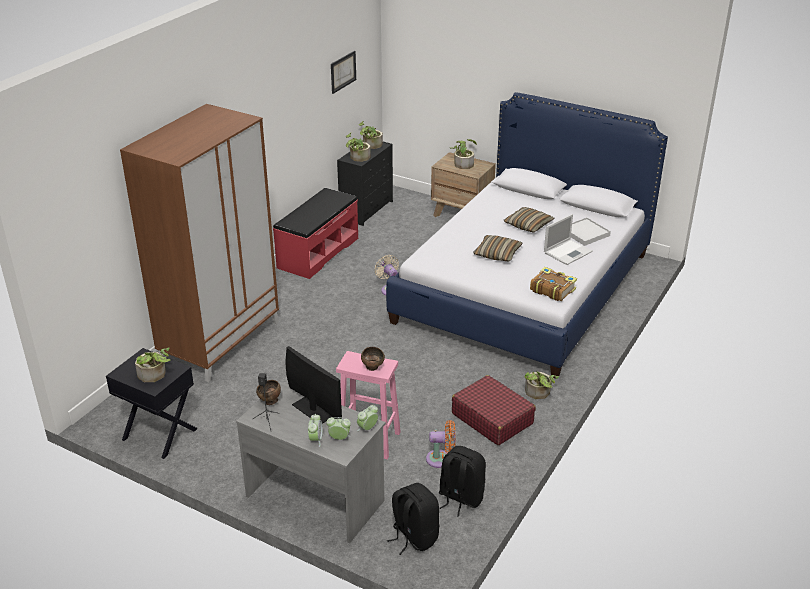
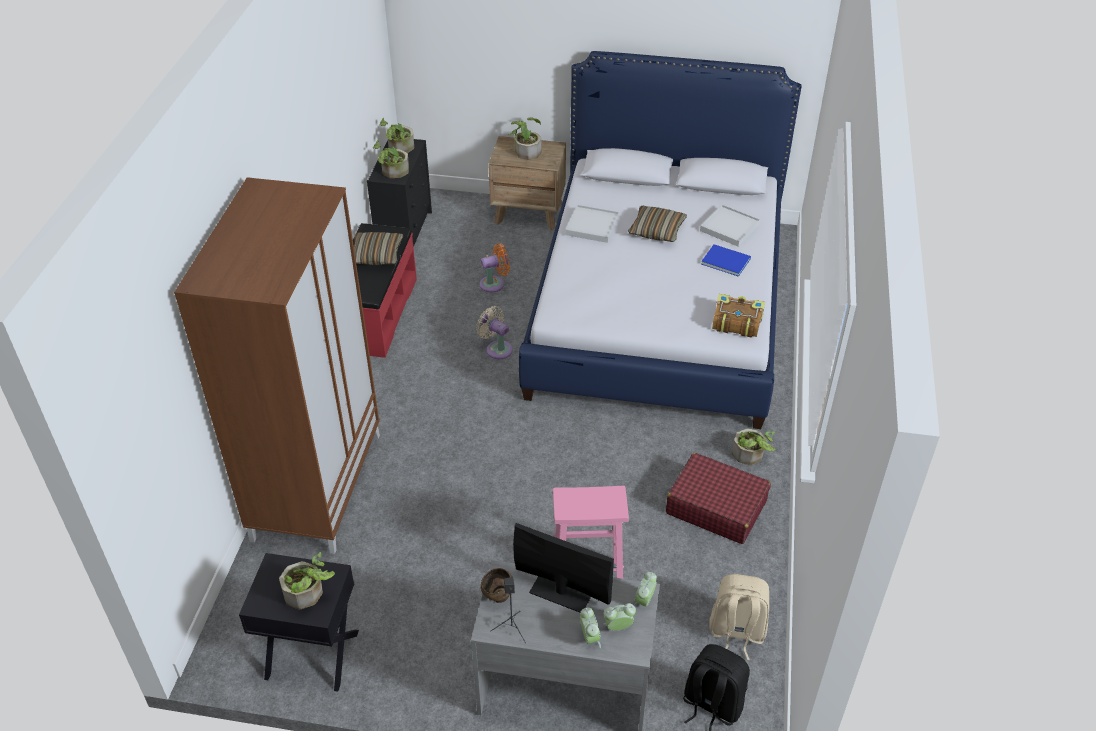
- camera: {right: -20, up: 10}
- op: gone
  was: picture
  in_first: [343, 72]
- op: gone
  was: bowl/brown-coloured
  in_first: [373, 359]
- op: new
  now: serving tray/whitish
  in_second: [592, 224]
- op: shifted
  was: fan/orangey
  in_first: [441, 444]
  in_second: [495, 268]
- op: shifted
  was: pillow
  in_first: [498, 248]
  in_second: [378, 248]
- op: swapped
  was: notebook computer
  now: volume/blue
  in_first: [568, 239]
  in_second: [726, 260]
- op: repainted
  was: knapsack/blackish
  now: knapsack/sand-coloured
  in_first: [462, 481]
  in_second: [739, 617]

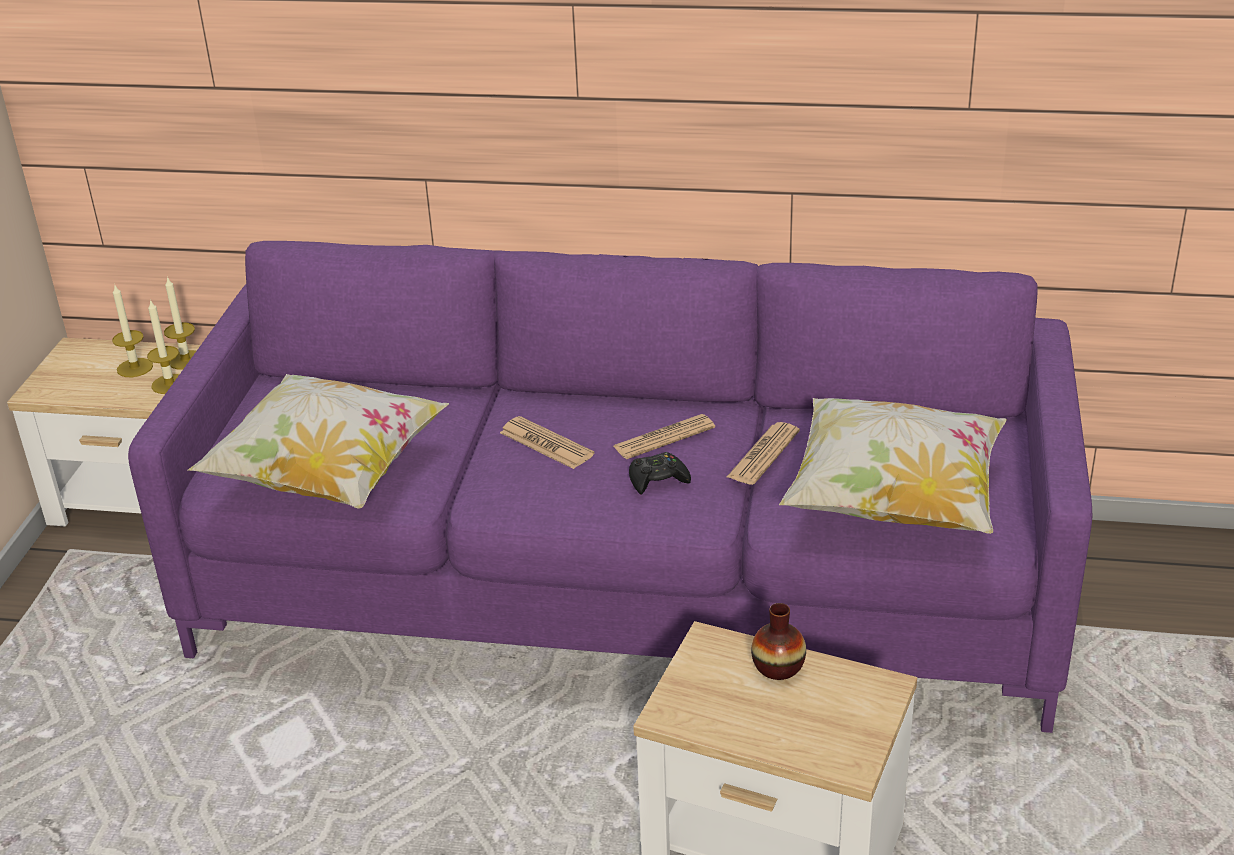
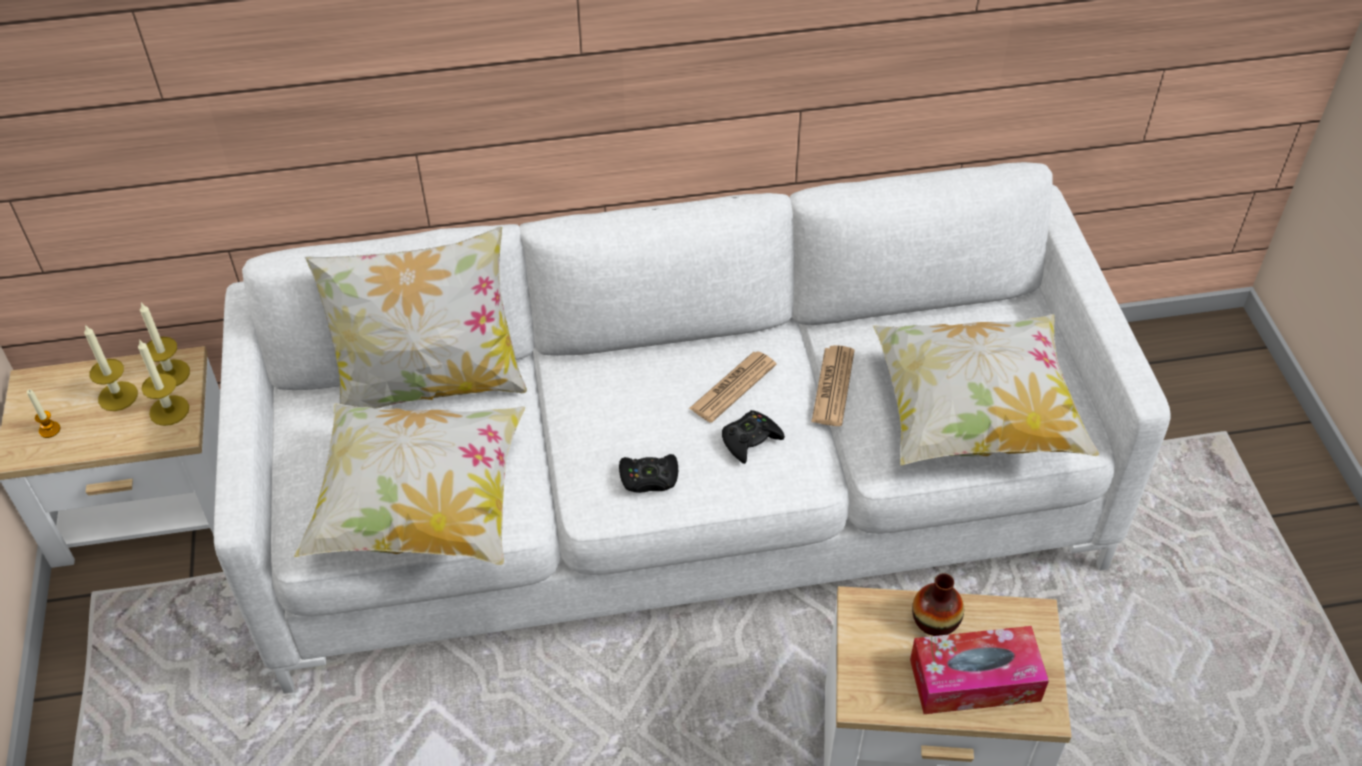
- camera: {right: -20, up: 15}
- op: gone
  was: printed paper
  in_first: [547, 442]
- op: new
  now: wax candle
  in_second: [43, 414]
- op: new
  now: pillow
  in_second: [416, 317]
- op: new
  now: game controller/blackish
  in_second: [648, 473]
- op: new
  now: box of tissues
  in_second: [979, 670]
- op: repainted
  was: couch/purple
  now: couch/whitish
  in_first: [610, 487]
  in_second: [692, 428]

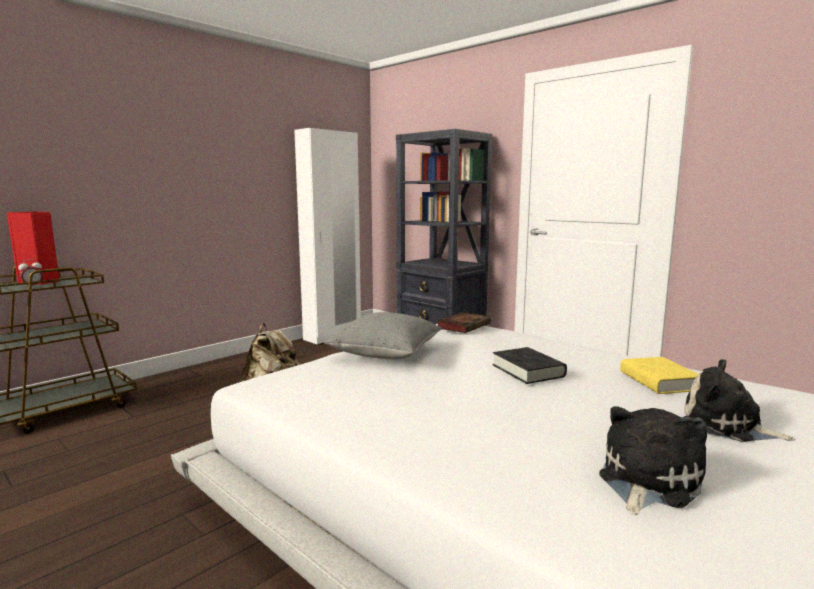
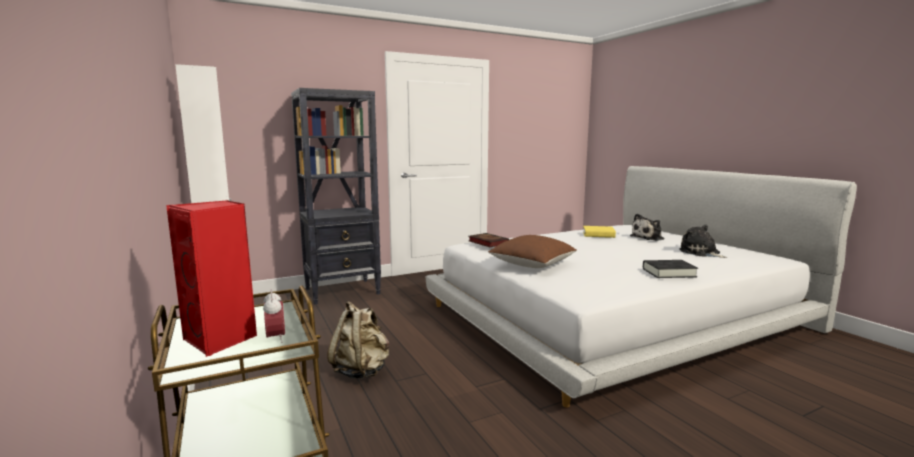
- camera: {right: -70, up: 0}
- op: shifted
  was: volume/blackish
  in_first: [529, 365]
  in_second: [670, 269]
- op: repainted
  was: pillow/greyish
  now: pillow/brown-coloured
  in_first: [383, 335]
  in_second: [532, 251]

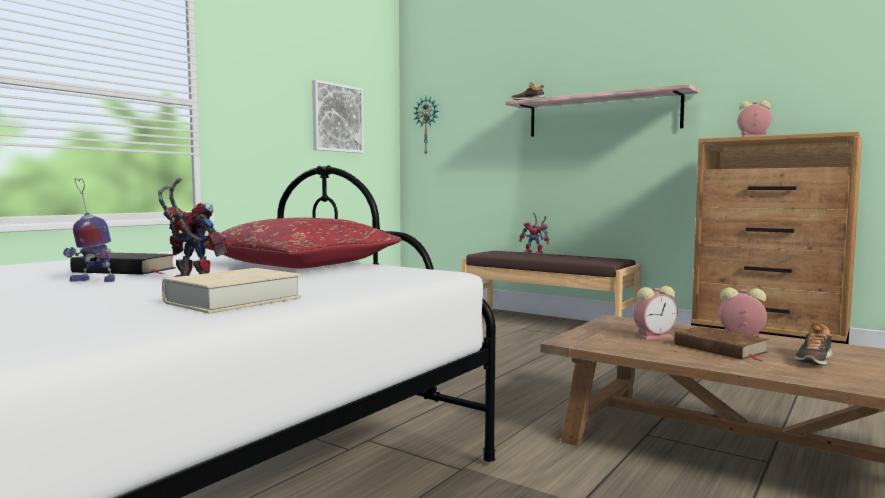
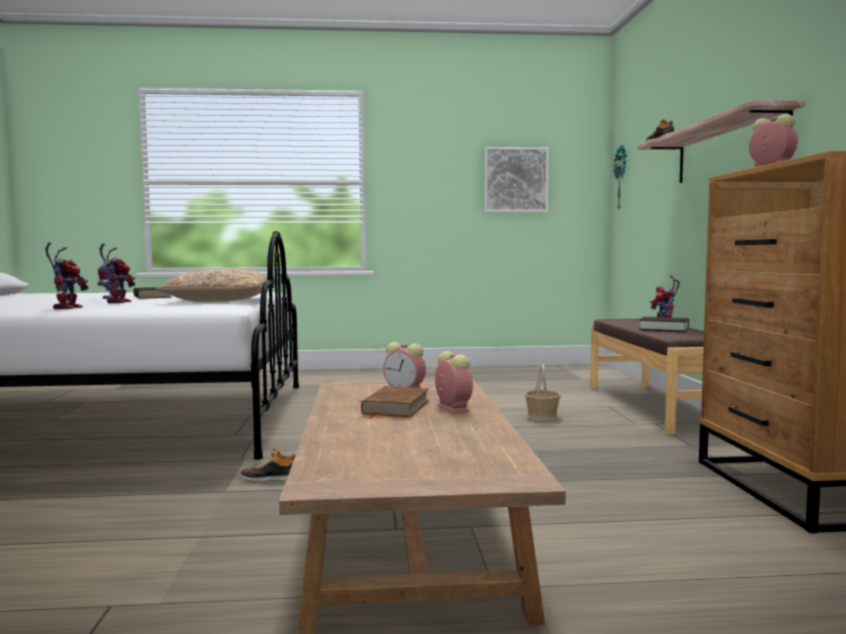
- camera: {right: 50, up: 0}
- op: new
  now: basket
  in_second: [542, 393]
- op: new
  now: volume/blackish
  in_second: [664, 324]
- op: shifted
  was: low shoe
  in_first: [813, 343]
  in_second: [267, 465]
- op: swapped
  was: volume/sand-coloured
  now: model robot
  in_first: [231, 291]
  in_second: [67, 275]
- op: repainted
  was: pillow/red-coloured
  now: pillow/sand-coloured
  in_first: [302, 243]
  in_second: [216, 285]

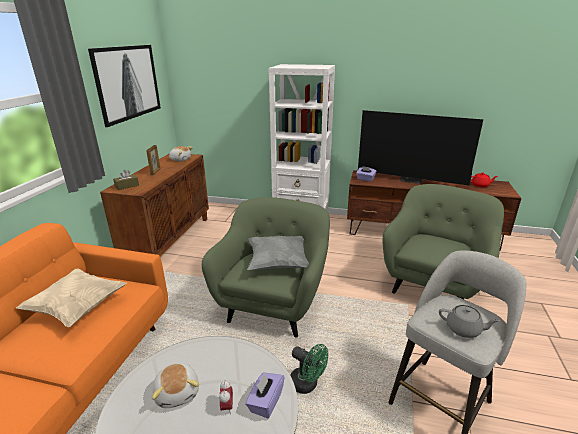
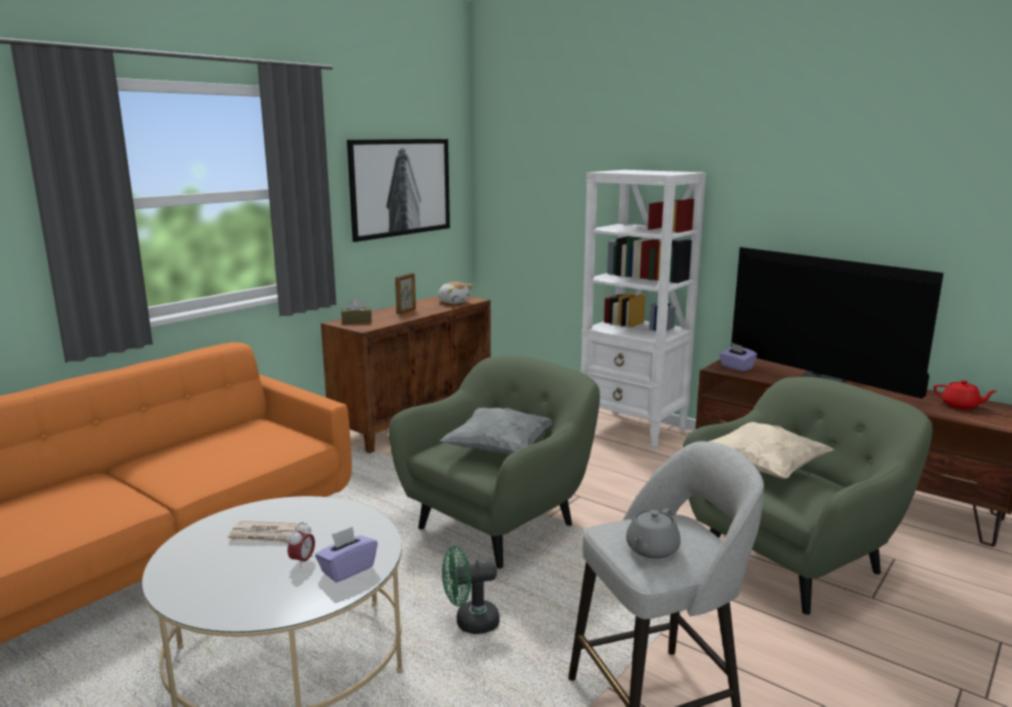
- camera: {right: 25, up: -10}
- op: shifted
  was: pillow/sand-coloured
  in_first: [71, 298]
  in_second: [771, 450]
- op: swapped
  was: plush toy
  now: printed paper
  in_first: [175, 385]
  in_second: [264, 532]
- op: rotated
  was: fan/greenish
  in_first: [309, 369]
  in_second: [470, 590]
  clockwise: 105
- op: rotated
  was: pot for tea/greyish
  in_first: [469, 321]
  in_second: [653, 533]
  clockwise: 75

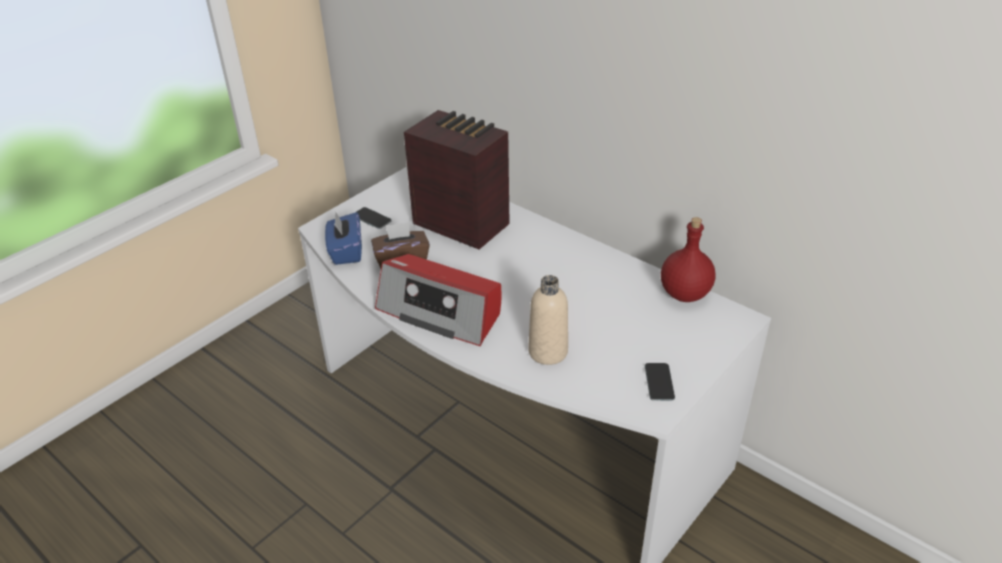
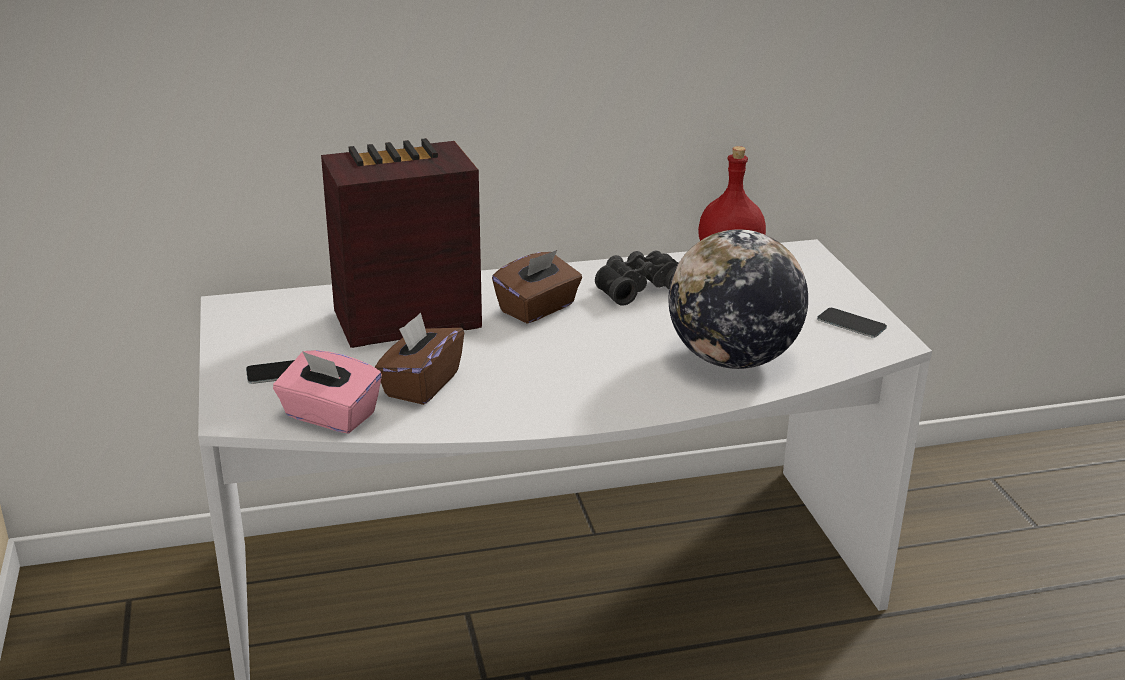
- camera: {right: -55, up: -10}
- op: gone
  was: radio set
  in_first: [438, 300]
- op: new
  now: box of tissues/brown-coloured
  in_second: [537, 287]
- op: new
  now: field glasses/blackish
  in_second: [636, 278]
- op: swapped
  was: bottle/sand-coloured
  now: world globe
  in_first: [548, 320]
  in_second: [738, 299]
- op: repainted
  was: box of tissues/blue
  now: box of tissues/pink-coloured
  in_first: [343, 238]
  in_second: [327, 391]

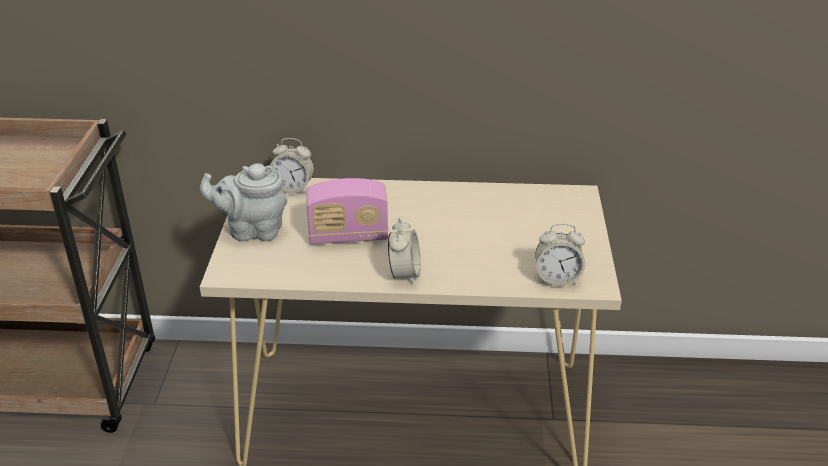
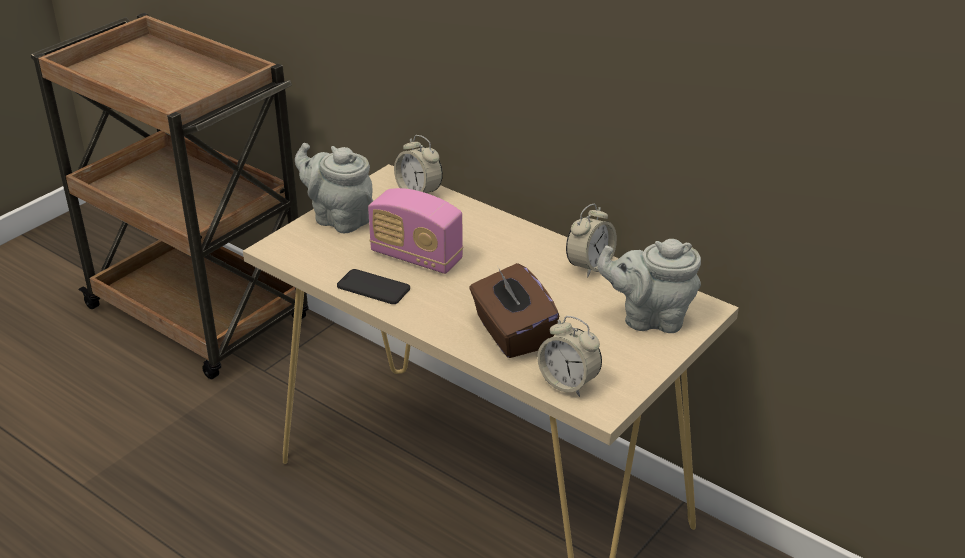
- camera: {right: 35, up: 0}
- op: new
  now: telephone
  in_second: [373, 286]
- op: new
  now: box of tissues/brown-coloured
  in_second: [514, 310]
- op: new
  now: pot for tea/greyish
  in_second: [649, 286]
- op: shifted
  was: alarm clock
  in_first: [404, 251]
  in_second: [591, 240]

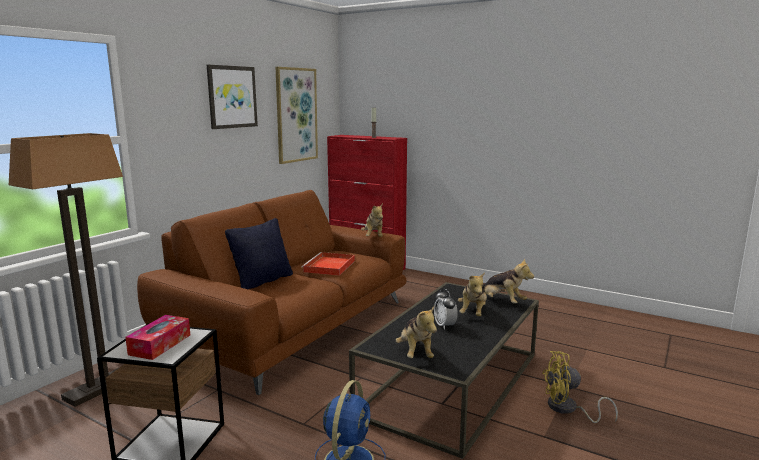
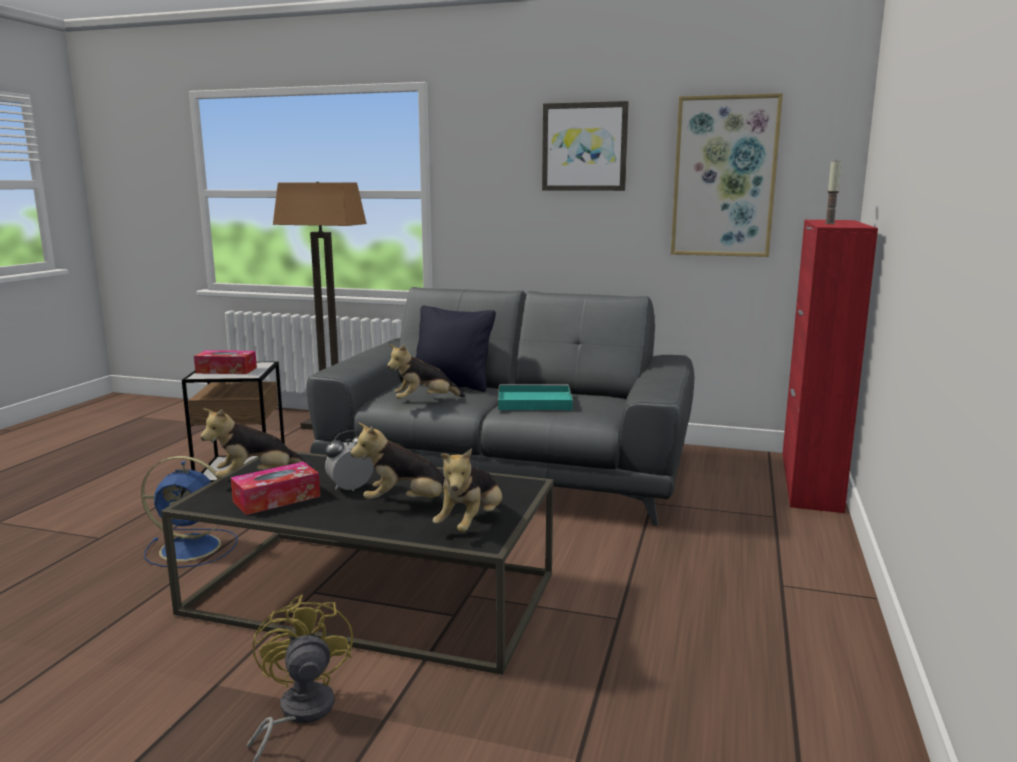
- camera: {right: 75, up: 0}
- op: new
  now: box of tissues
  in_second: [275, 488]
- op: shifted
  was: plush toy
  in_first: [372, 220]
  in_second: [426, 371]
- op: repainted
  was: couch/brown-coloured
  now: couch/greyish
  in_first: [272, 292]
  in_second: [500, 406]
- op: repainted
  was: serving tray/red-coloured
  now: serving tray/turquoise-coloured
  in_first: [328, 264]
  in_second: [535, 397]

